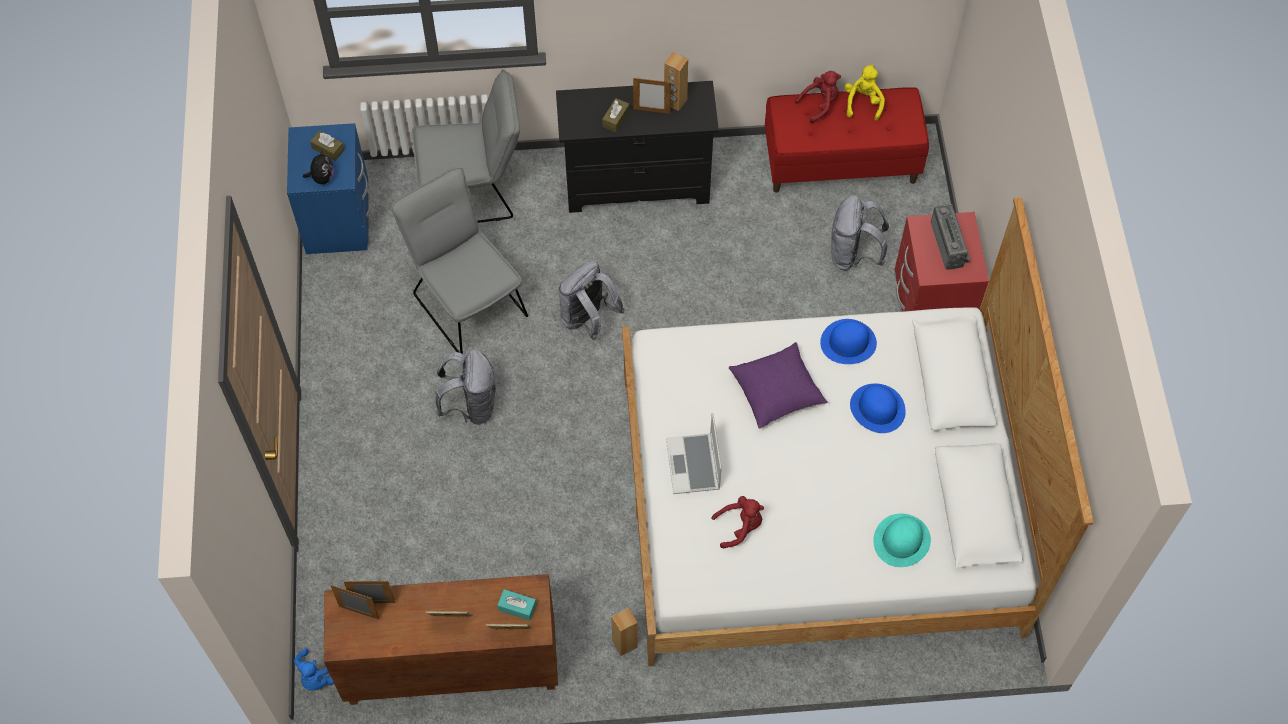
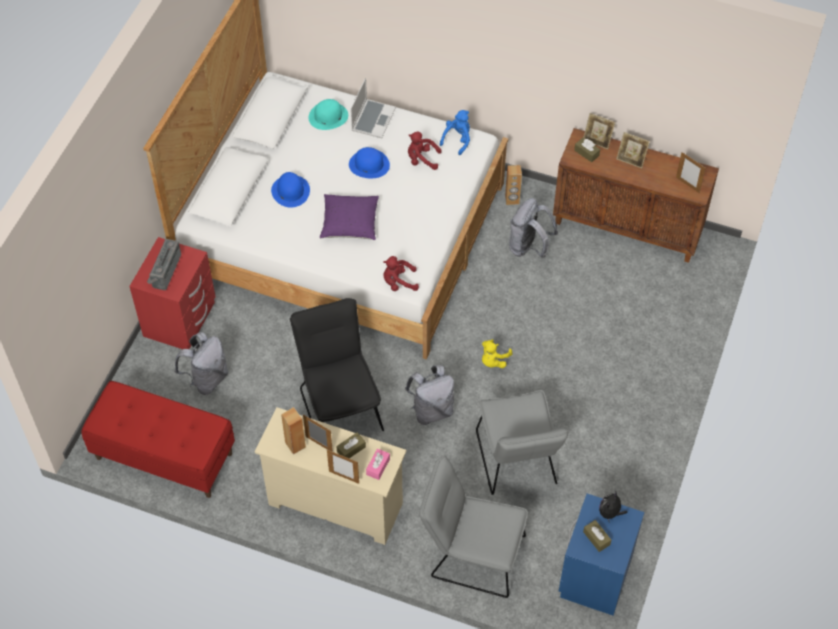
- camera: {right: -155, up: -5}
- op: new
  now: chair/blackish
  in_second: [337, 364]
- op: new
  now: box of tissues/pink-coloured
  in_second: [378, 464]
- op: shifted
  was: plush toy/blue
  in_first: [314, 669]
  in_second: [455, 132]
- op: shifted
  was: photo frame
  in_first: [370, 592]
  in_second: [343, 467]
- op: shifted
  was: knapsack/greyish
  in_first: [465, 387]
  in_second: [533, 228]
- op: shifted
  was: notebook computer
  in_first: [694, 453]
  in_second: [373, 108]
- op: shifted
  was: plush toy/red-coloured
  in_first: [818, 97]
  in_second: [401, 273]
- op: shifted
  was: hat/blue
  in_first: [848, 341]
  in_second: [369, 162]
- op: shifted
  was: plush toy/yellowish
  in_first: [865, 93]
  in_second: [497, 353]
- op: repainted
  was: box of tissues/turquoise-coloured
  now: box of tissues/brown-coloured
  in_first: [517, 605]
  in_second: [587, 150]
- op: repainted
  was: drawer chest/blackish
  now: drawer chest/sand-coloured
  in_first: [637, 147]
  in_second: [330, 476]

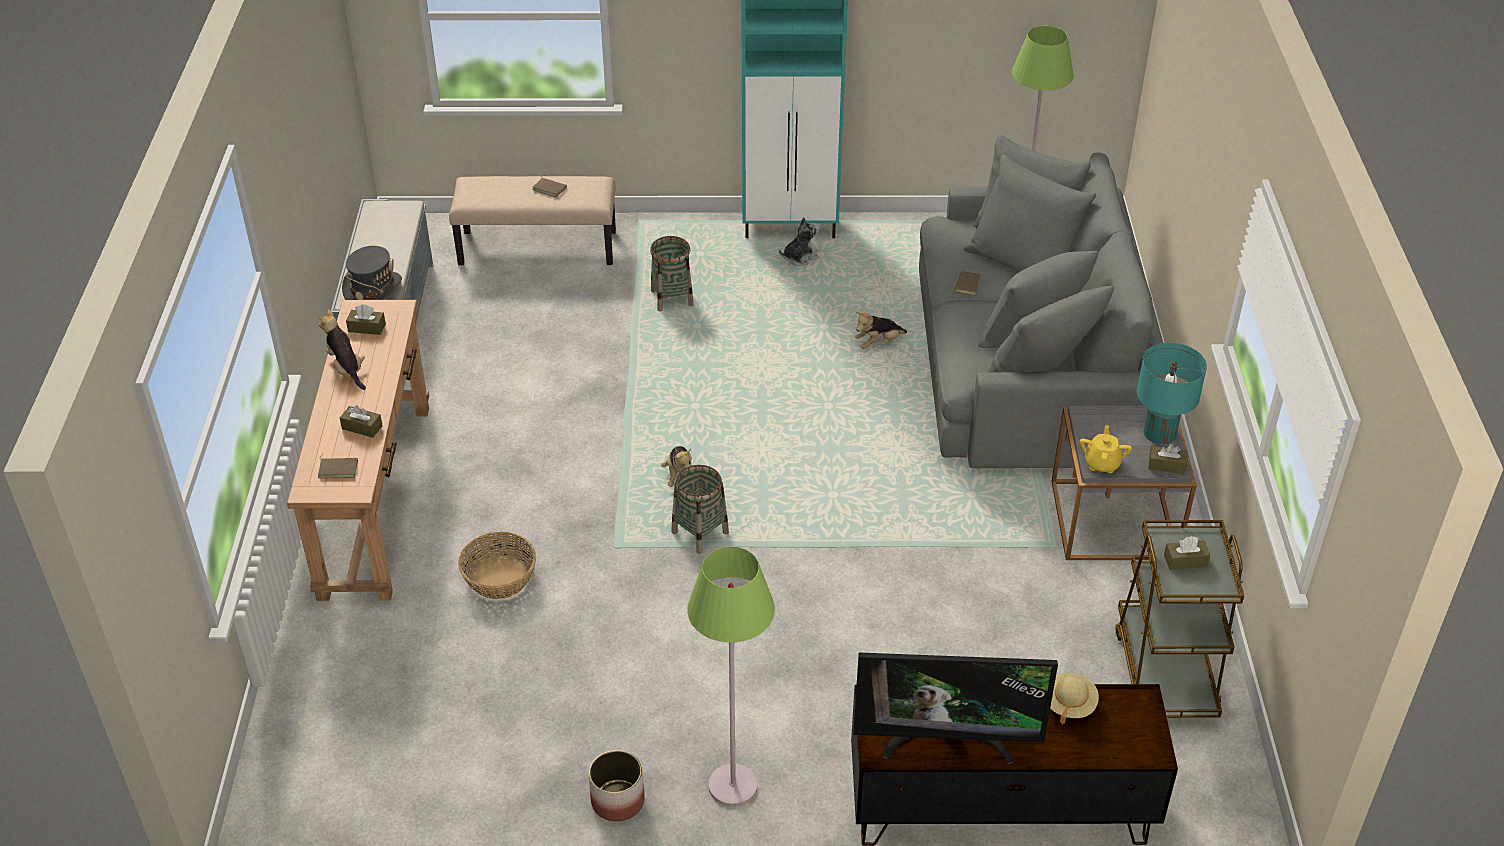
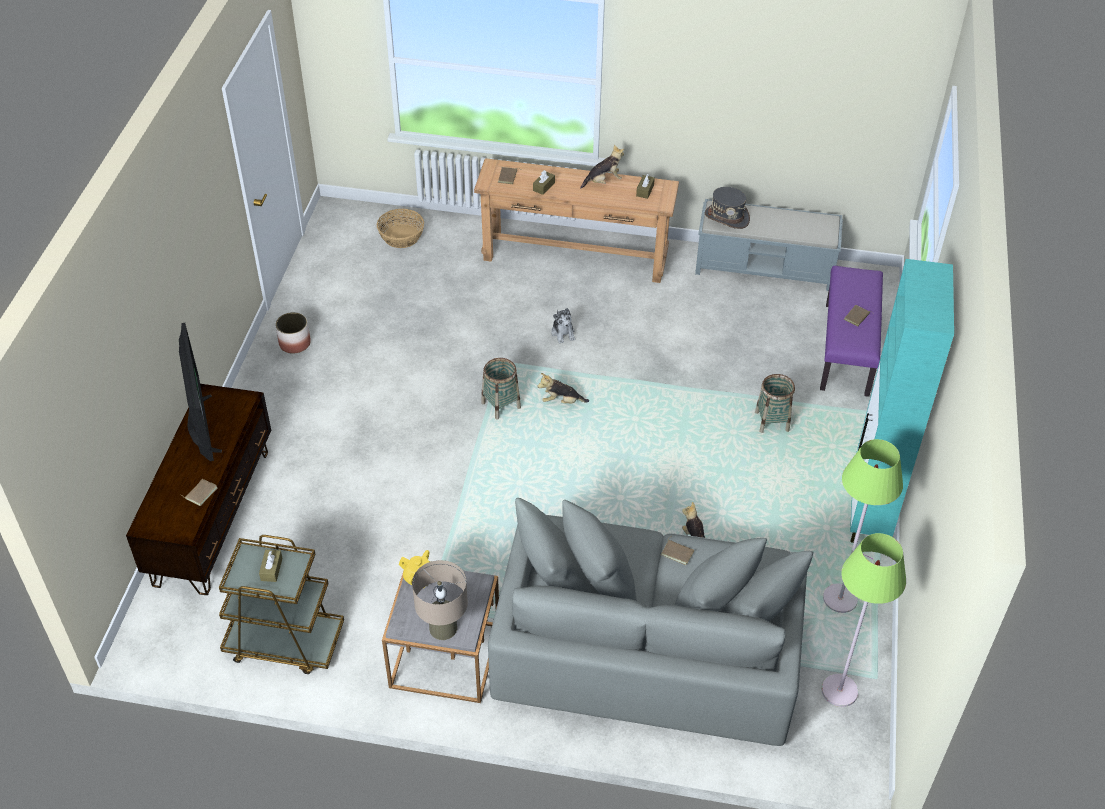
- camera: {right: 100, up: 5}
- op: gone
  was: box of tissues/brown-coloured
  in_first: [1168, 459]
- op: shifted
  was: basket
  in_first: [497, 565]
  in_second: [400, 228]
- op: shifted
  was: floor lamp/greenish
  in_first: [731, 676]
  in_second: [863, 526]
- op: shifted
  was: plush toy
  in_first: [799, 241]
  in_second: [563, 325]
- op: swapped
  was: hat/sand-coloured
  now: volume/brown-coloured
  in_first: [1074, 698]
  in_second: [201, 492]
- op: repainted
  was: long seat/sand-coloured
  now: long seat/purple
  in_first: [532, 220]
  in_second: [851, 331]
- op: repainted
  was: tabletop lamp/turquoise-coloured
  now: tabletop lamp/sand-coloured
  in_first: [1172, 393]
  in_second: [440, 600]
- op: rotated
  was: TV set
  in_first: [956, 708]
  in_second: [200, 392]
  clockwise: 150

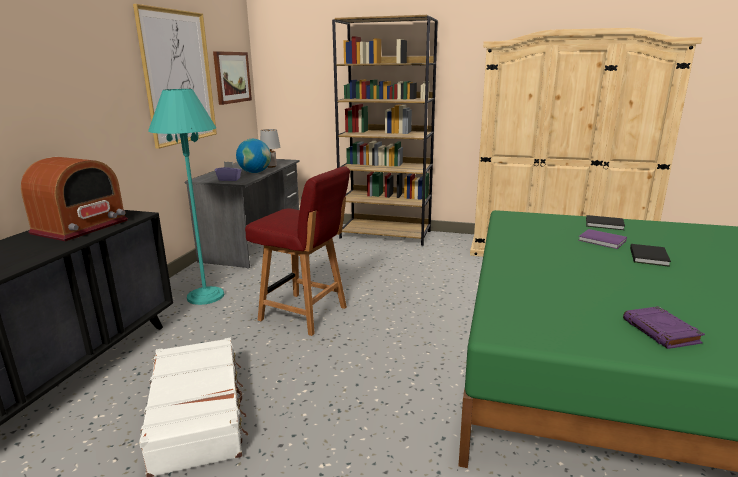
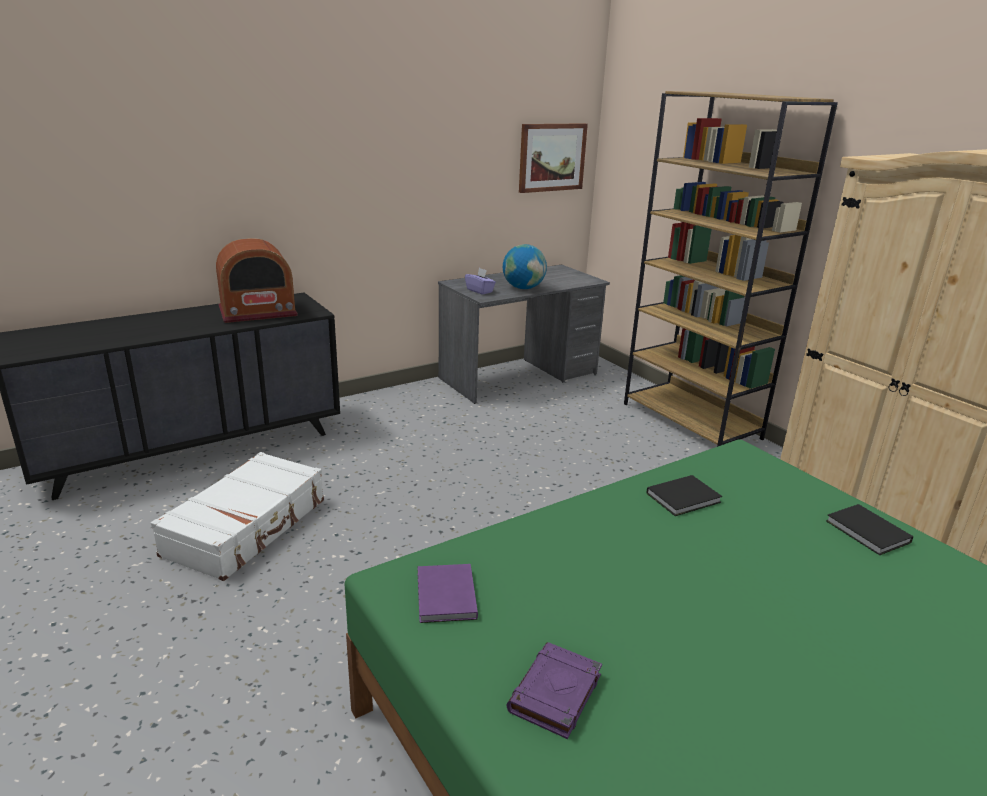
- camera: {right: 40, up: 5}
- op: gone
  was: picture
  in_first: [175, 76]
- op: gone
  was: floor lamp/turquoise-coloured
  in_first: [186, 197]
- op: gone
  was: chair/red-coloured
  in_first: [297, 251]
- op: gone
  was: tabletop lamp/greyish
  in_first: [270, 148]
- op: shifted
  was: volume/purple
  in_first: [602, 239]
  in_second: [447, 593]
- op: shifted
  was: volume/blackish
  in_first: [650, 255]
  in_second: [684, 495]

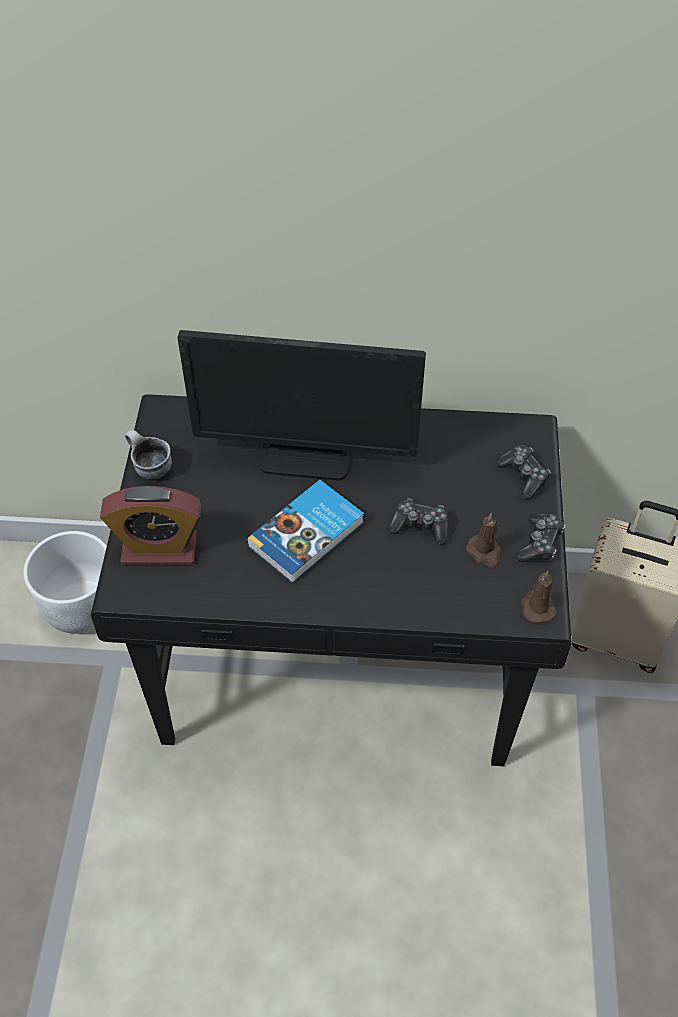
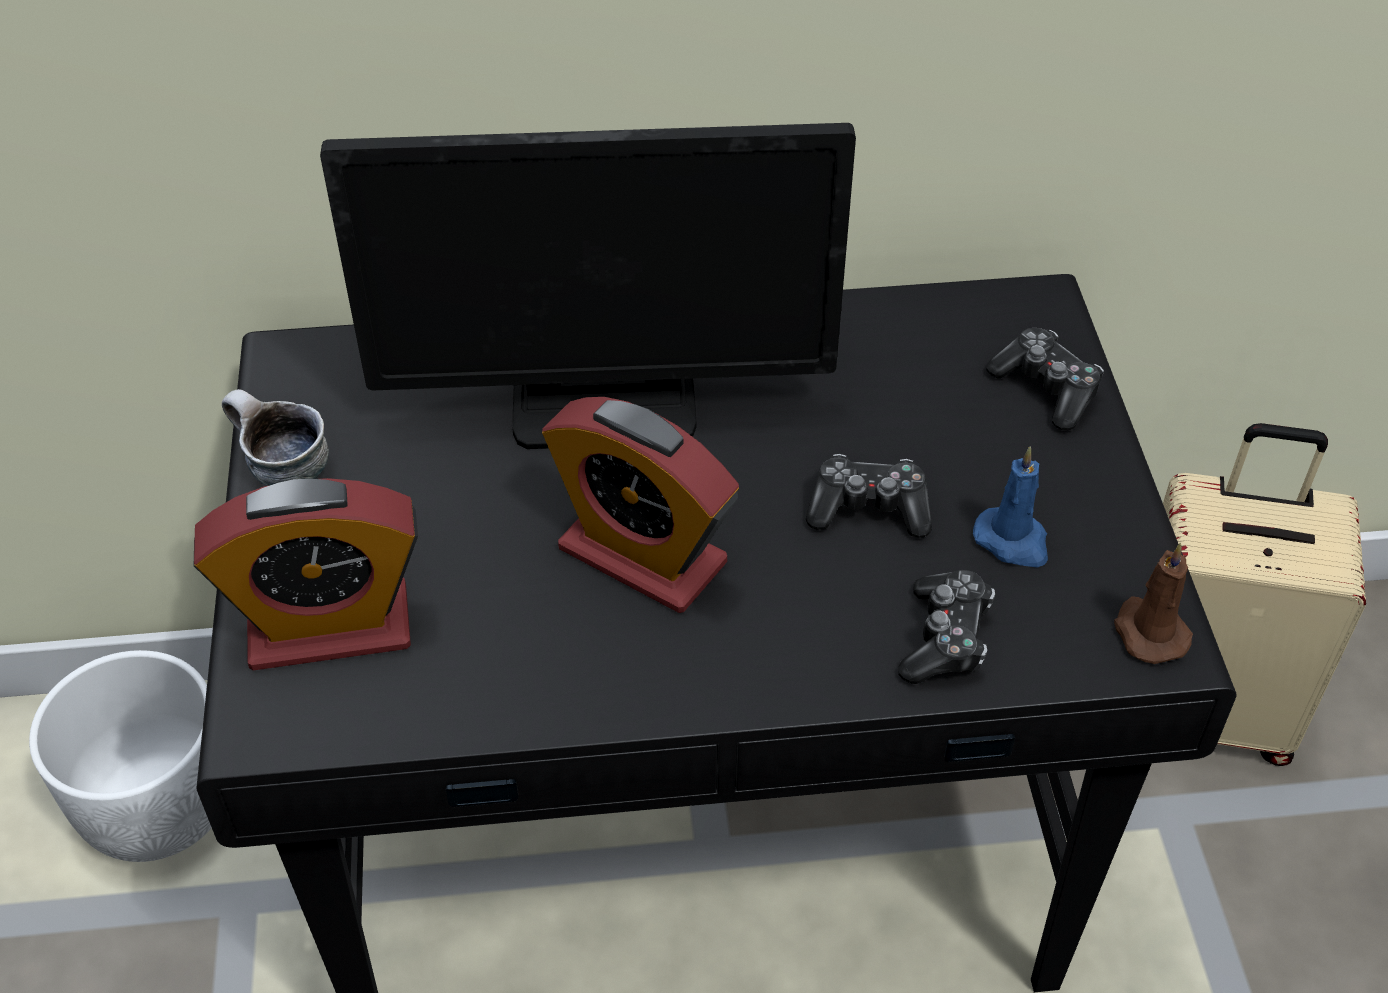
- camera: {right: -10, up: -5}
- op: shifted
  was: game controller
  in_first: [540, 538]
  in_second: [946, 627]
- op: swapped
  was: volume
  now: alarm clock
  in_first: [305, 531]
  in_second: [640, 505]
- op: repainted
  was: wax candle/brown-coloured
  now: wax candle/blue
  in_first: [484, 540]
  in_second: [1010, 507]

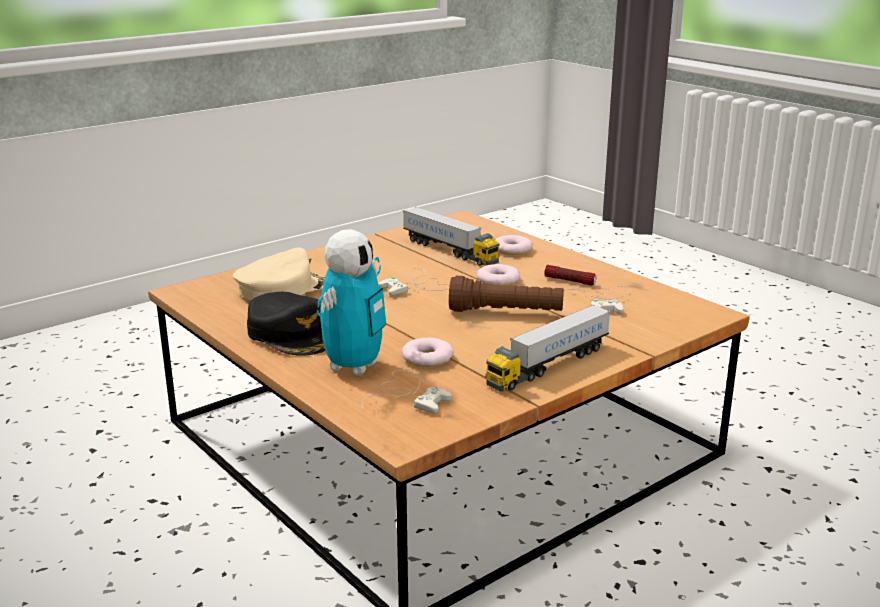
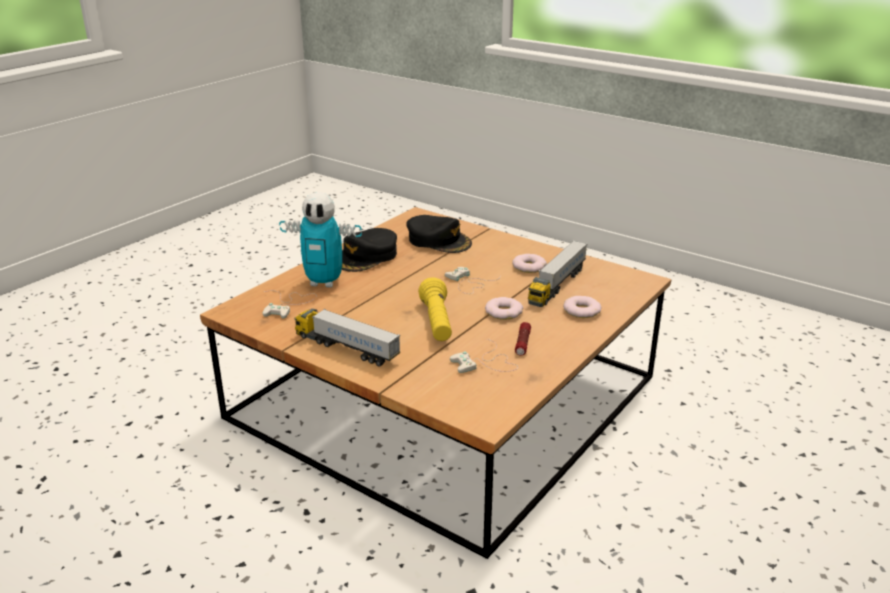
- camera: {right: 75, up: 5}
- op: shifted
  was: donut
  in_first: [428, 352]
  in_second: [529, 263]
- op: repainted
  was: baseball cap/sand-coloured
  now: baseball cap/blackish
  in_first: [279, 274]
  in_second: [439, 234]
- op: repainted
  was: torch/brown-coloured
  now: torch/yellowish
  in_first: [506, 294]
  in_second: [435, 309]

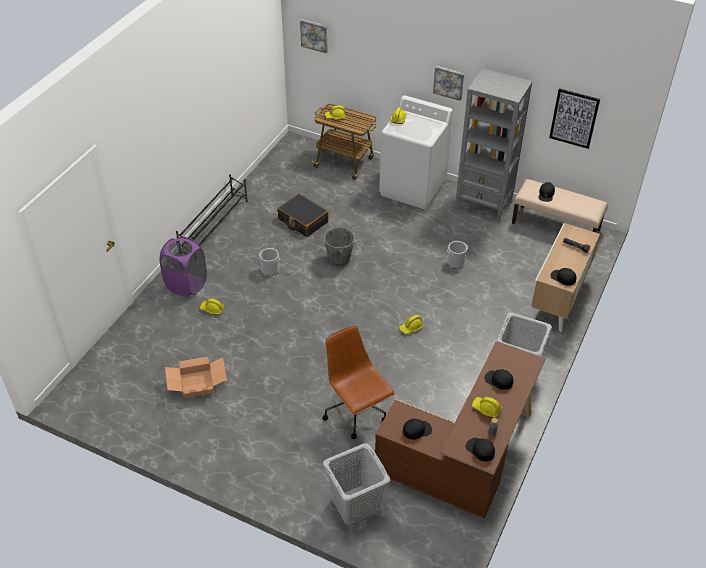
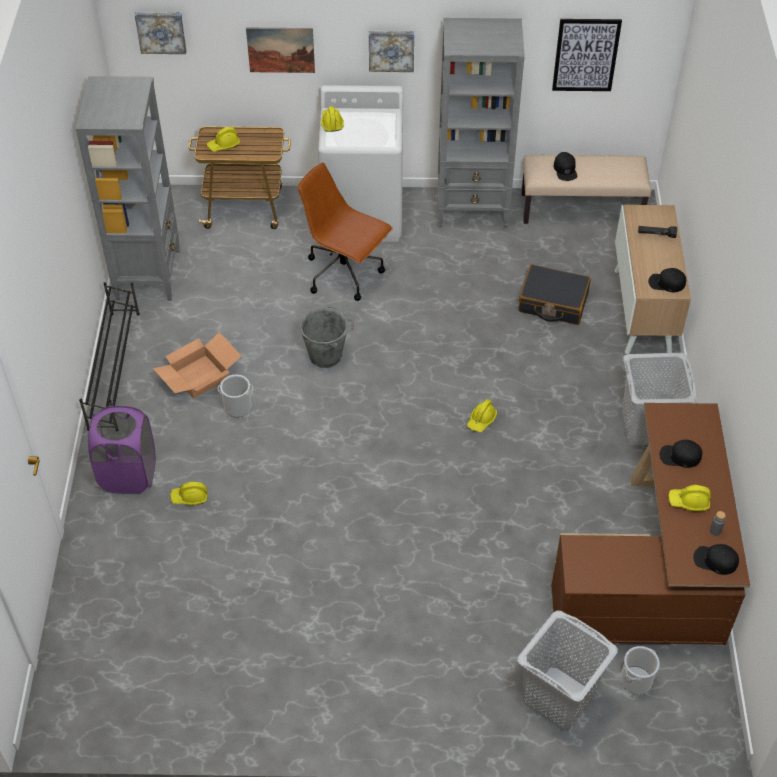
- camera: {right: -25, up: 5}
- op: gone
  was: baseball cap/blackish
  in_first: [417, 429]
- op: new
  now: bookshelf/greyish
  in_second: [128, 188]
- op: new
  now: picture
  in_second: [280, 50]
- op: shifted
  was: packing box
  in_first: [196, 377]
  in_second: [197, 365]
- op: shifted
  was: piece of luggage/blackish
  in_first: [302, 215]
  in_second: [554, 294]
- op: shifted
  was: computer chair/brown-coloured
  in_first: [359, 382]
  in_second: [345, 232]
- op: shifted
  was: water bucket
  in_first: [457, 254]
  in_second: [640, 670]

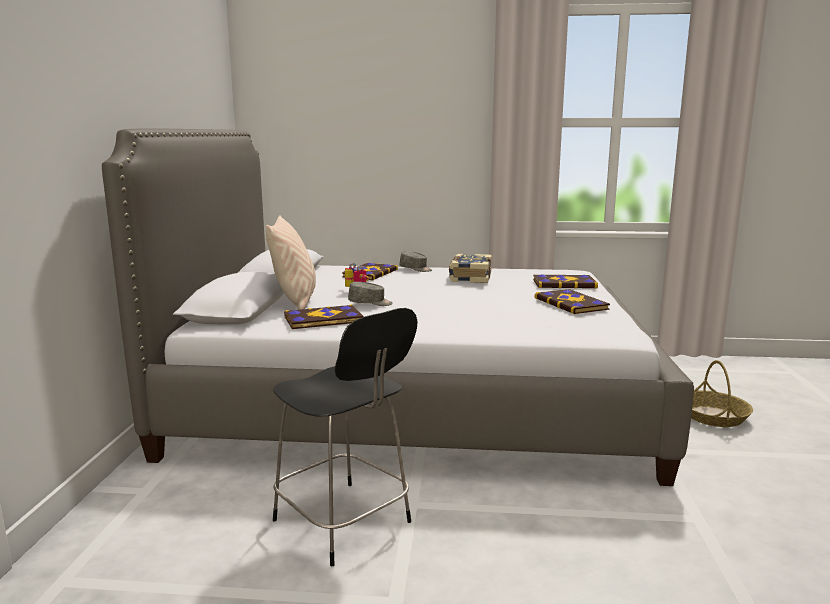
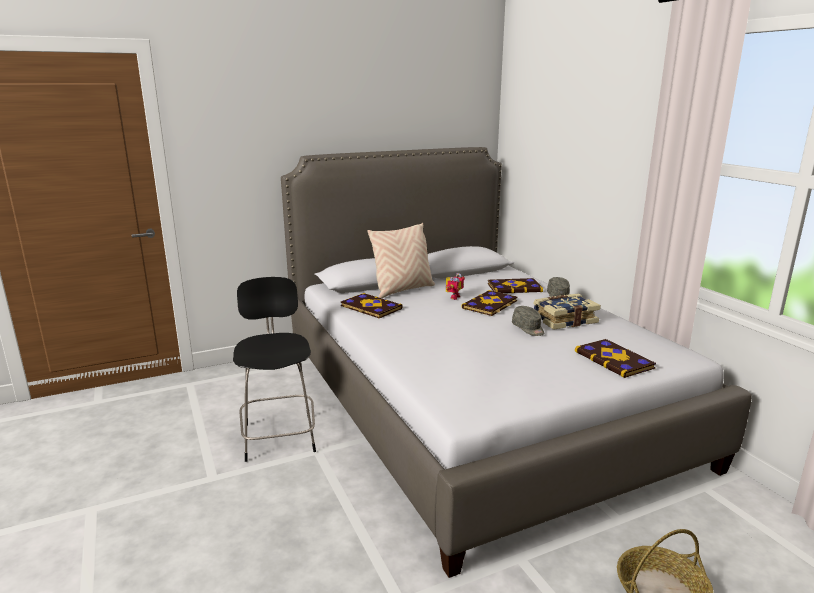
- camera: {right: 60, up: 5}
- op: shifted
  was: baseball cap/greyish
  in_first: [370, 294]
  in_second: [528, 321]
- op: shifted
  was: volume
  in_first: [572, 301]
  in_second: [489, 303]
- op: rotated
  was: chair/blackish
  in_first: [345, 437]
  in_second: [274, 369]
  clockwise: 150

